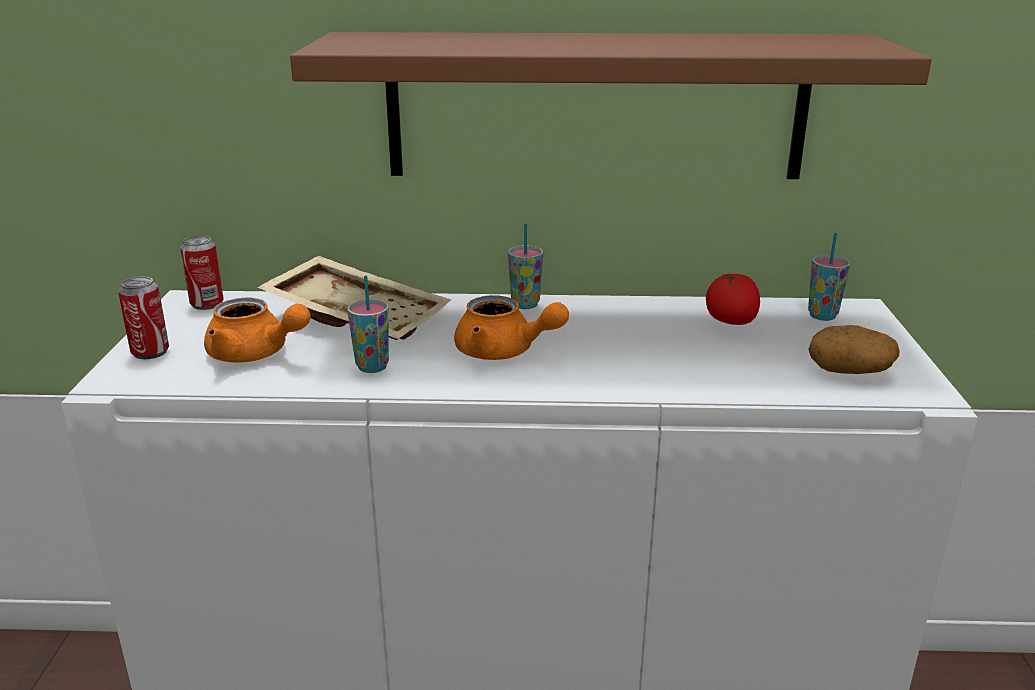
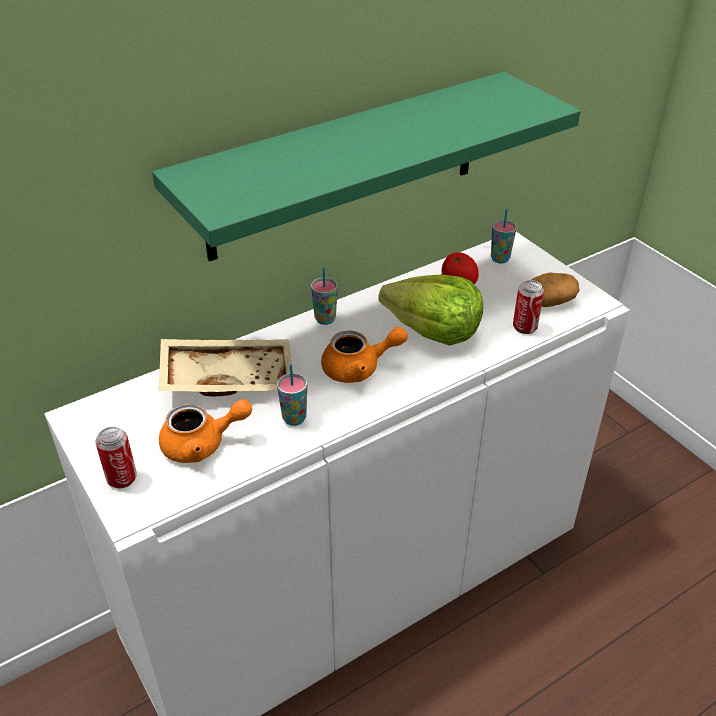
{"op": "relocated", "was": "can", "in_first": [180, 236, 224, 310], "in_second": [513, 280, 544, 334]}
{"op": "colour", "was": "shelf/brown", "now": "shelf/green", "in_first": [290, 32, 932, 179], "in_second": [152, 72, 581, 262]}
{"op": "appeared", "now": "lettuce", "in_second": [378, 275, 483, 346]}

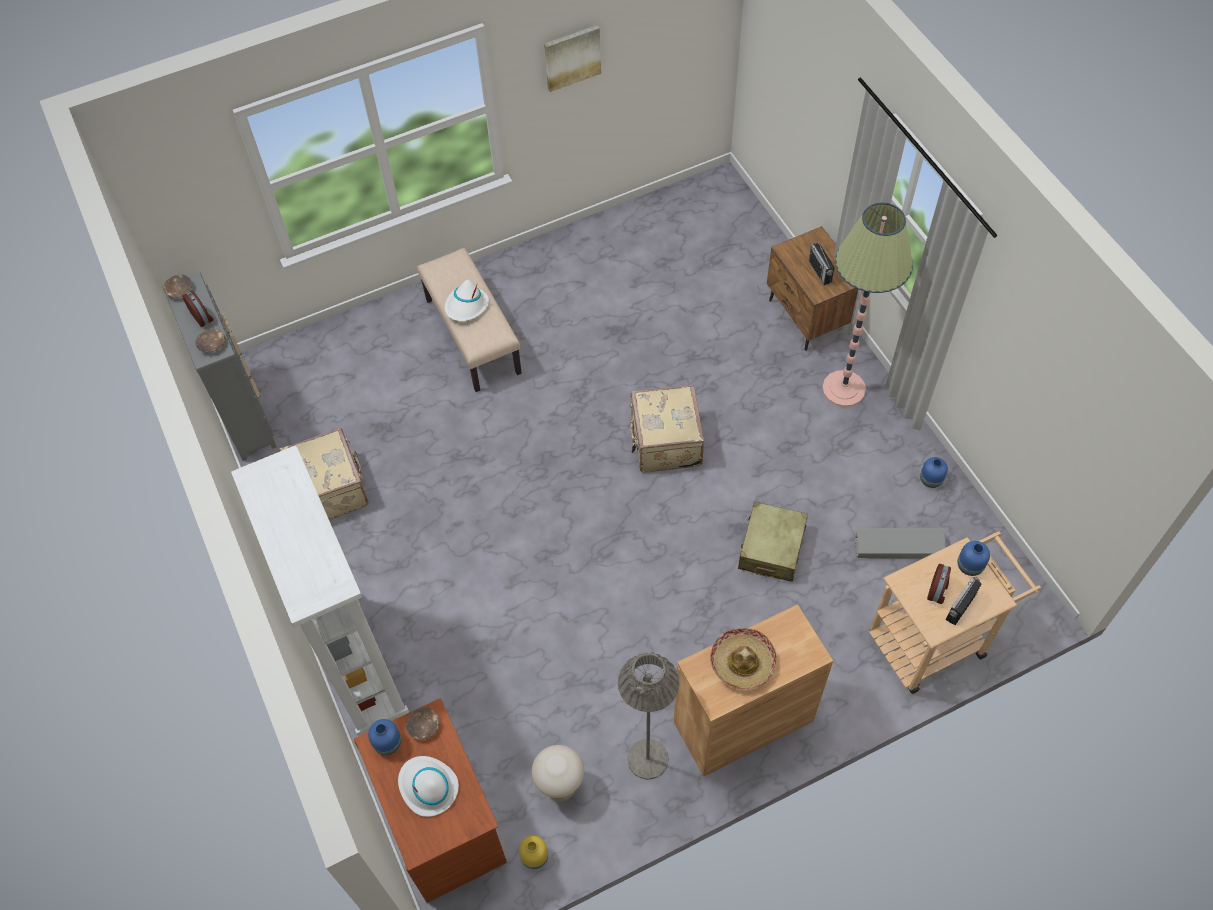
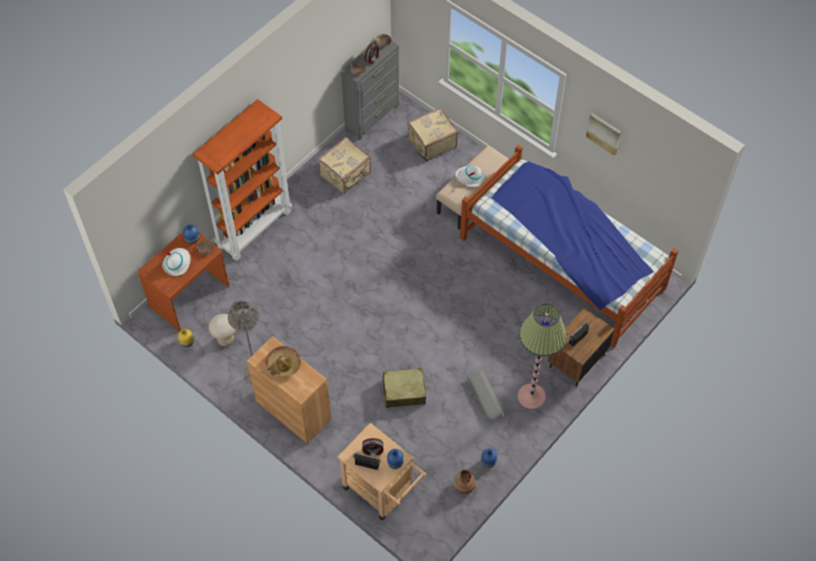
{"op": "colour", "was": "bookcase/white", "now": "bookcase/orange", "in_first": [231, 445, 409, 736], "in_second": [193, 99, 292, 261]}
{"op": "relocated", "was": "suitcase/beige", "in_first": [629, 384, 704, 472], "in_second": [408, 107, 458, 162]}
{"op": "relocated", "was": "storage box/grey", "in_first": [855, 528, 946, 559], "in_second": [467, 370, 504, 422]}
{"op": "appeared", "now": "vase/brown", "in_second": [453, 470, 476, 494]}
{"op": "appeared", "now": "bed", "in_second": [460, 145, 678, 348]}

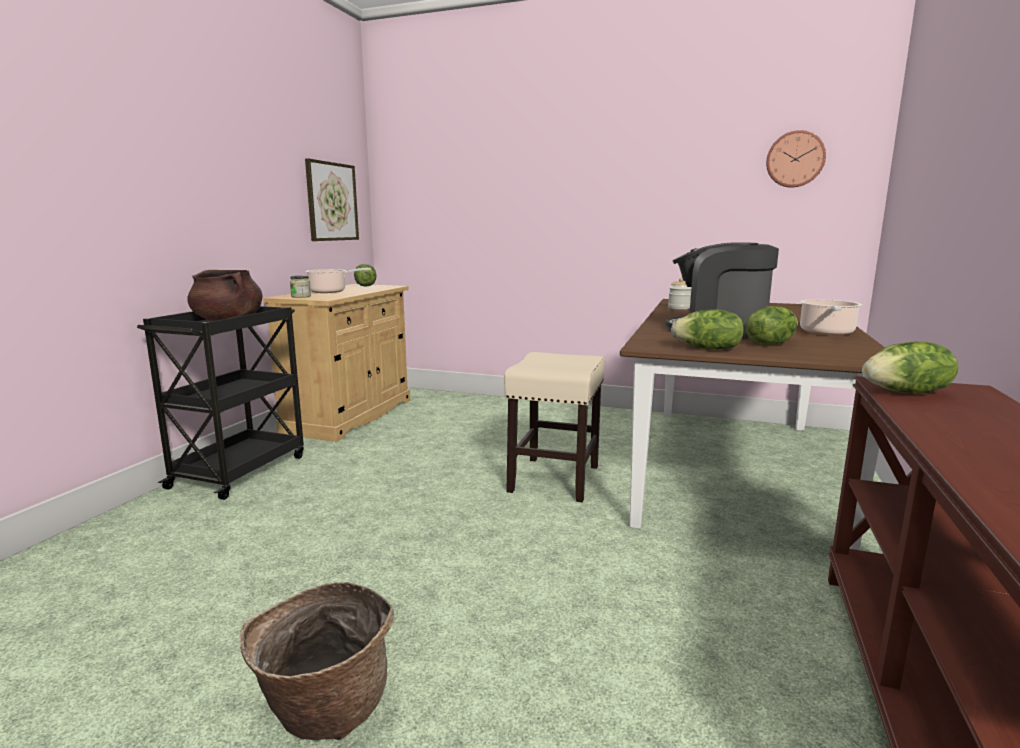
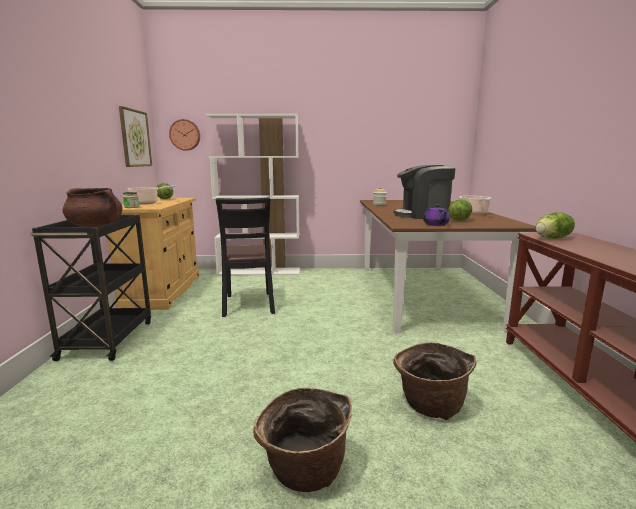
{"op": "missing", "was": "stool/beige", "in_first": [504, 352, 605, 502]}
{"op": "exchanged", "was": "lettuce", "now": "teapot/purple", "in_first": [671, 309, 744, 349], "in_second": [423, 205, 450, 226]}
{"op": "relocated", "was": "wall clock", "in_first": [766, 130, 826, 188], "in_second": [169, 119, 200, 151]}
{"op": "appeared", "now": "bookcase/white", "in_second": [206, 114, 300, 276]}
{"op": "appeared", "now": "chair/black", "in_second": [216, 197, 275, 317]}
{"op": "appeared", "now": "basket", "in_second": [393, 343, 477, 420]}

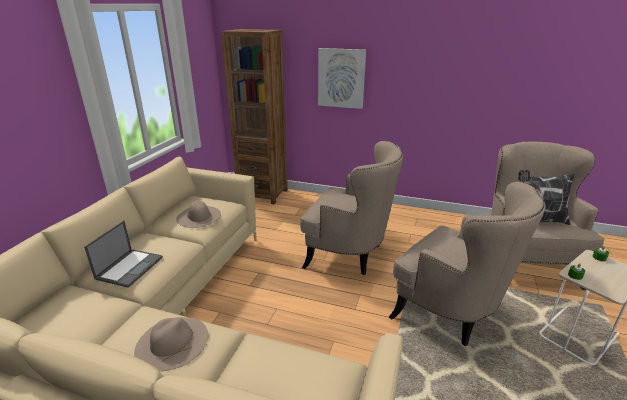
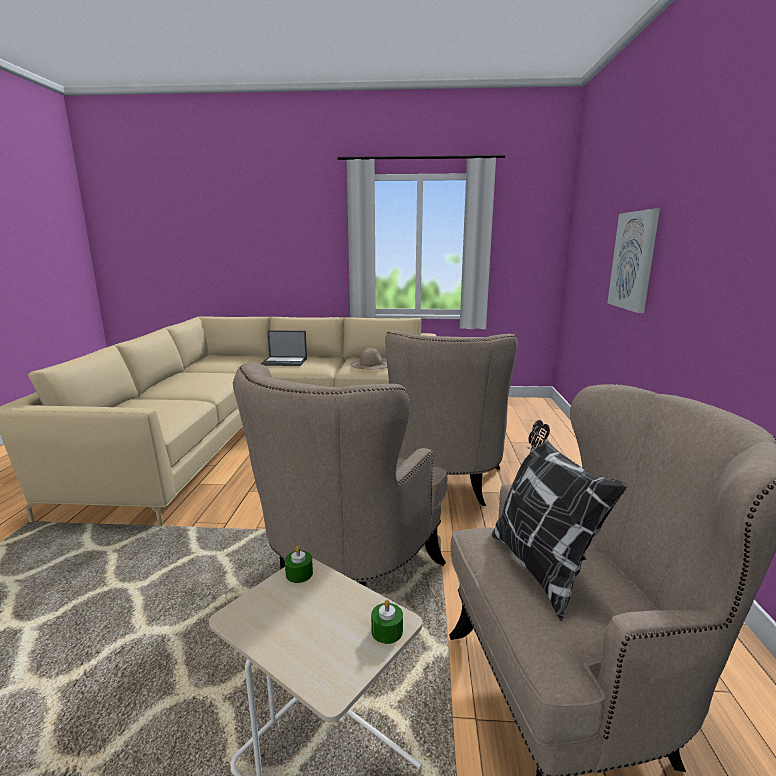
{"op": "missing", "was": "hat/beige", "in_first": [134, 317, 208, 371]}
{"op": "missing", "was": "bookcase/brown", "in_first": [221, 29, 288, 204]}

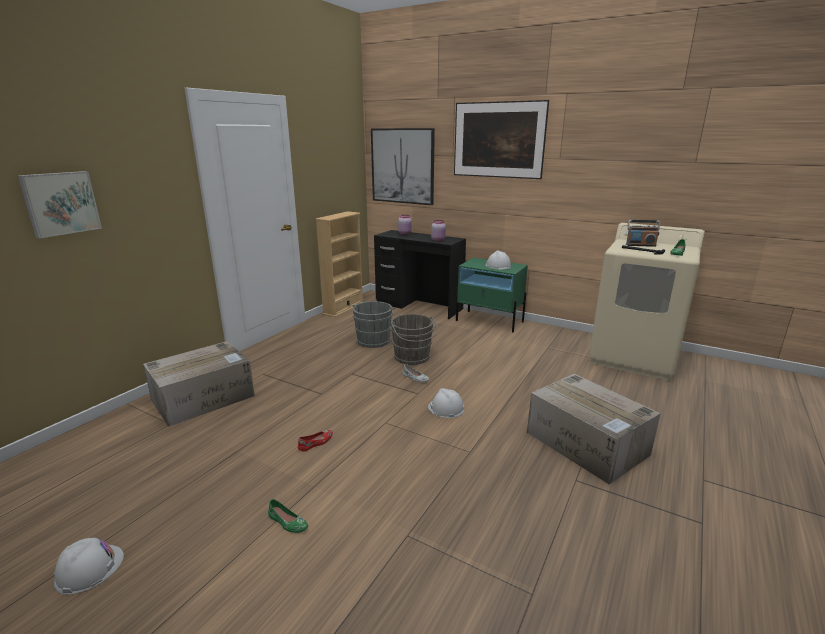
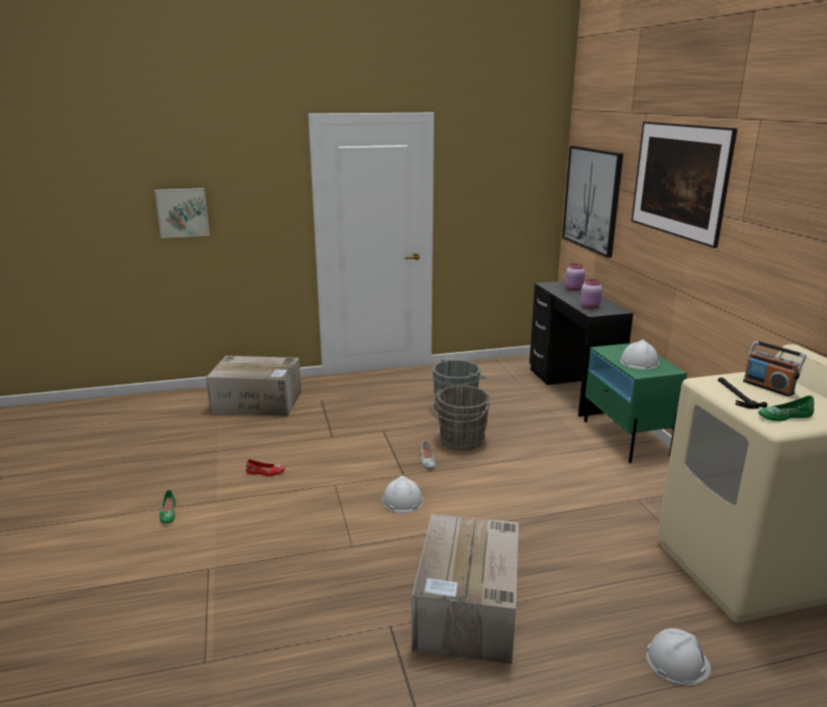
{"op": "relocated", "was": "hard hat/white", "in_first": [54, 538, 124, 595], "in_second": [646, 628, 711, 685]}
{"op": "missing", "was": "bookcase/beige", "in_first": [315, 211, 363, 317]}

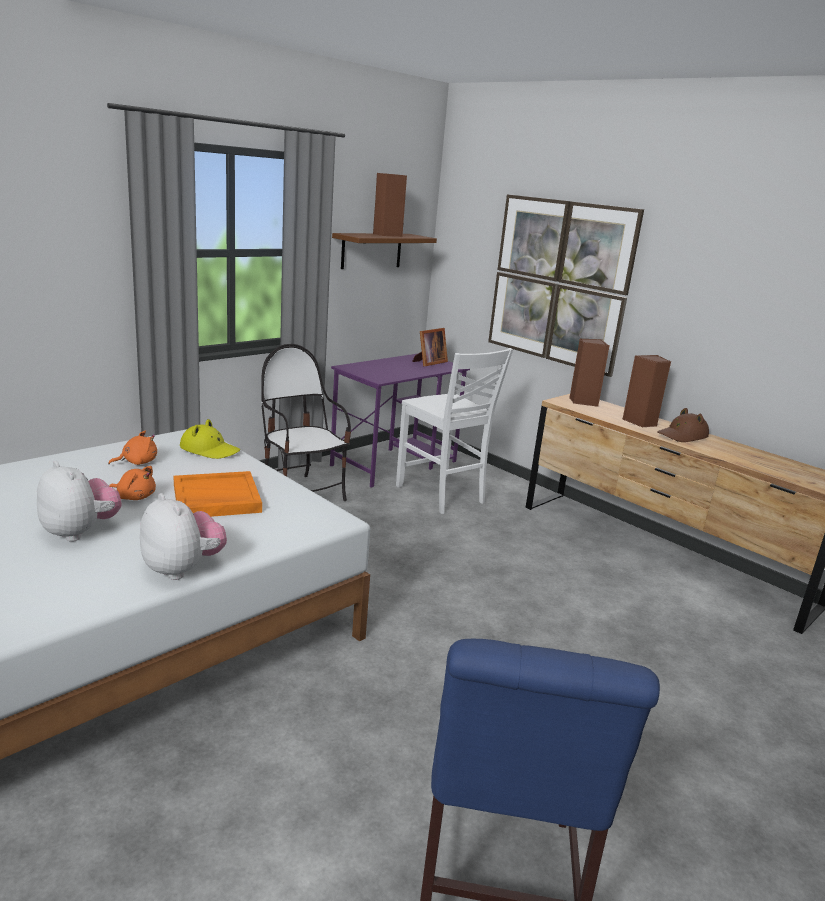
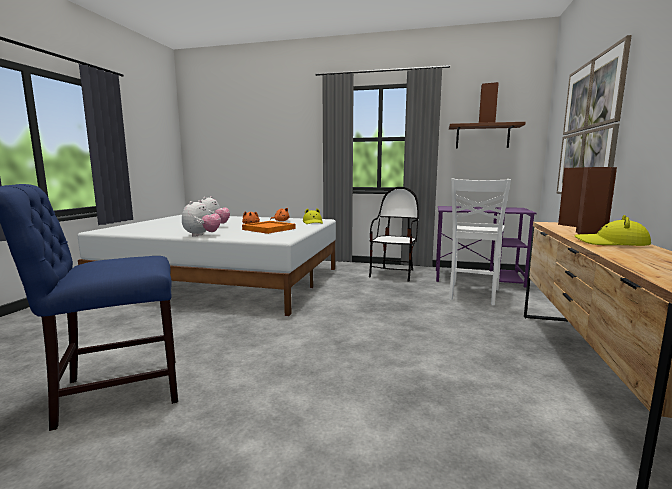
{"op": "missing", "was": "picture frame", "in_first": [412, 328, 448, 366]}
{"op": "colour", "was": "hat/brown", "now": "hat/yellow", "in_first": [657, 408, 709, 442], "in_second": [574, 215, 651, 246]}

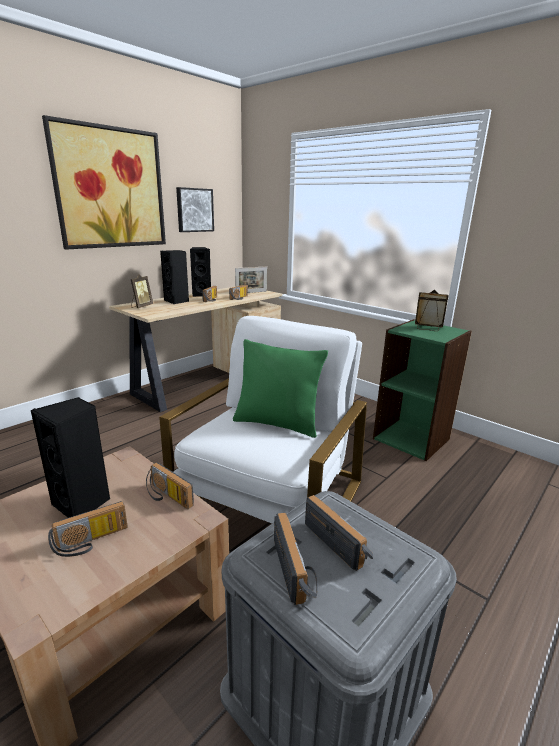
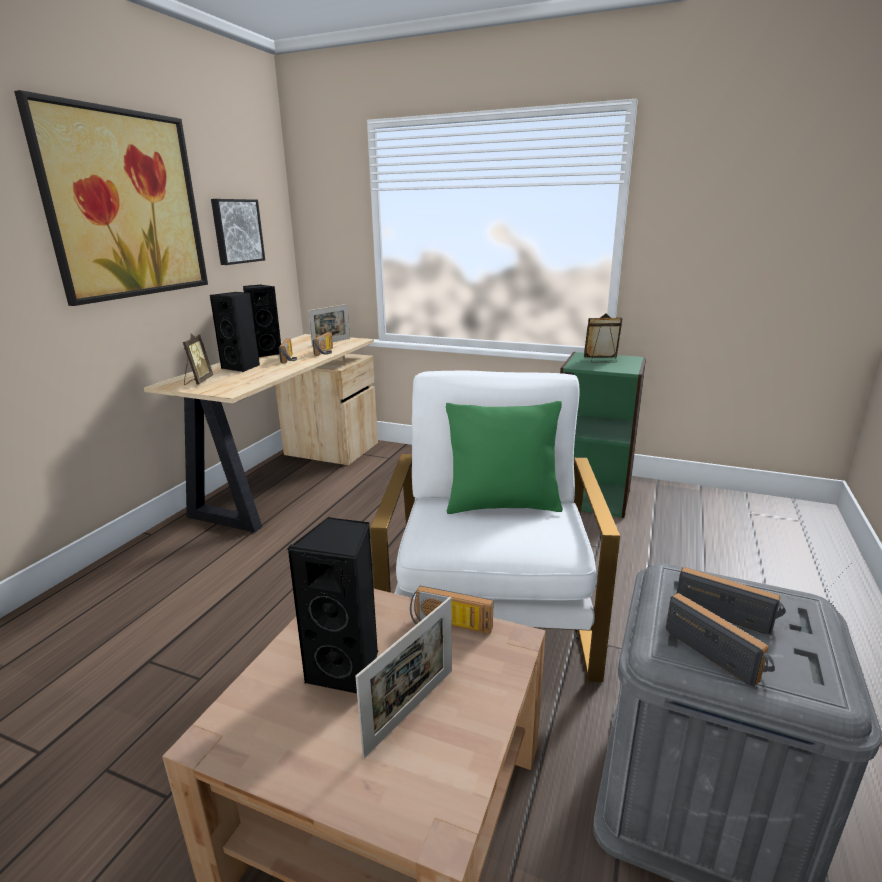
{"op": "exchanged", "was": "radio", "now": "picture frame", "in_first": [48, 501, 128, 557], "in_second": [355, 597, 452, 758]}

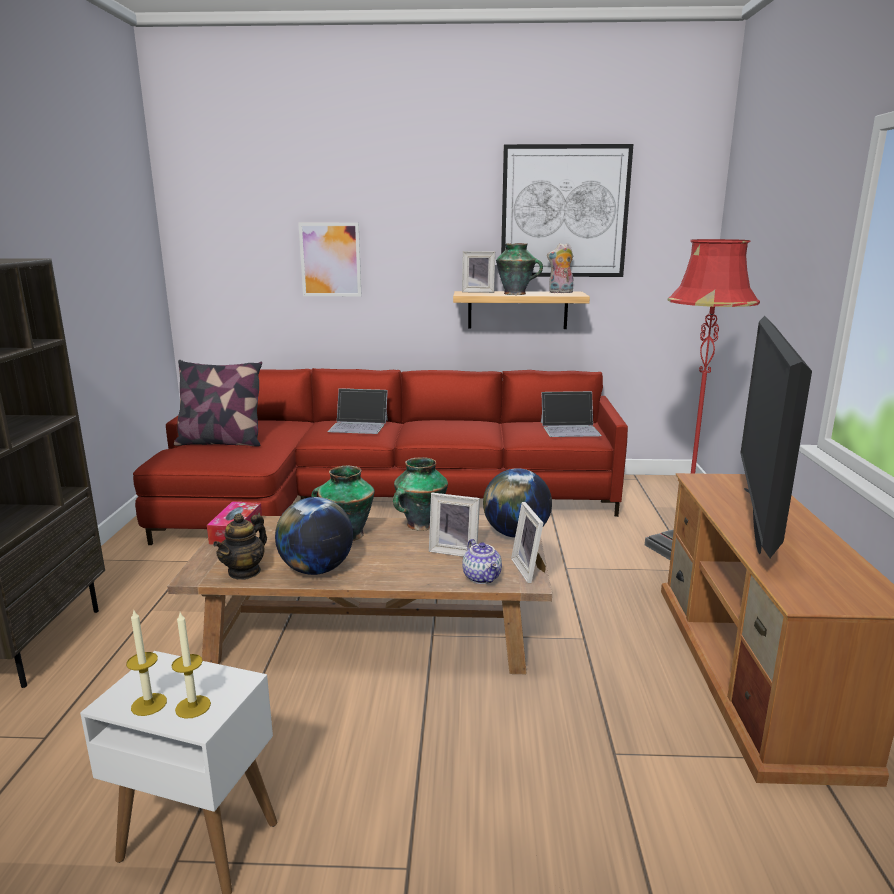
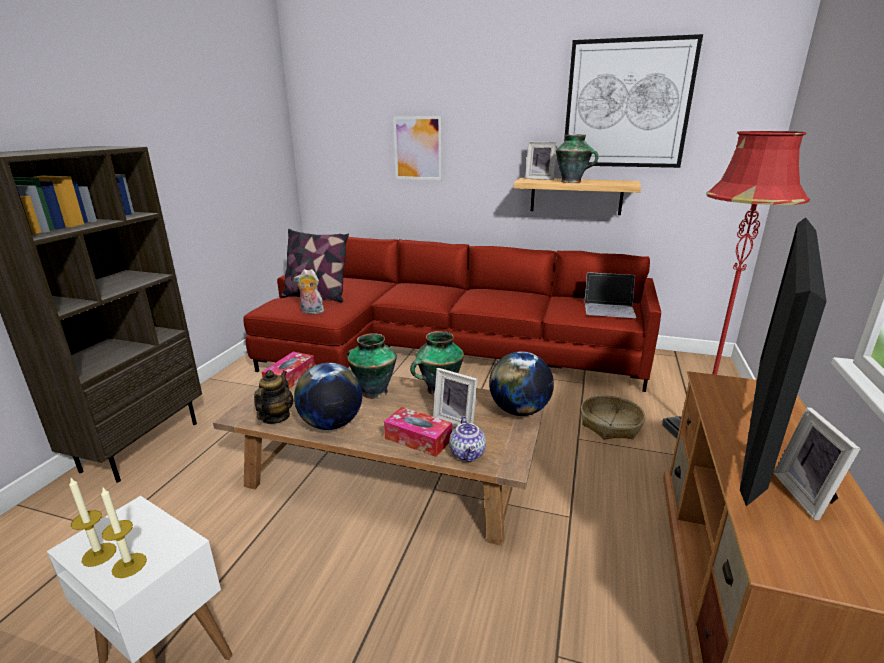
{"op": "spun", "was": "teapot", "in_first": [213, 513, 267, 580], "in_second": [254, 370, 294, 424], "clockwise": 150}
{"op": "missing", "was": "laptop", "in_first": [327, 388, 388, 434]}
{"op": "relocated", "was": "picture frame", "in_first": [511, 502, 546, 584], "in_second": [774, 407, 860, 521]}
{"op": "relocated", "was": "plush toy", "in_first": [547, 243, 573, 293], "in_second": [294, 269, 324, 314]}
{"op": "appeared", "now": "tissue box", "in_second": [384, 407, 452, 457]}
{"op": "appeared", "now": "basket", "in_second": [581, 395, 646, 439]}

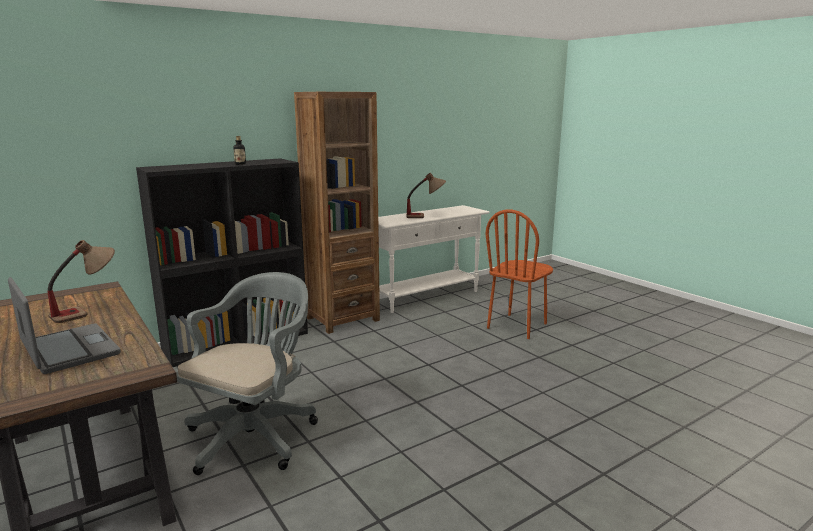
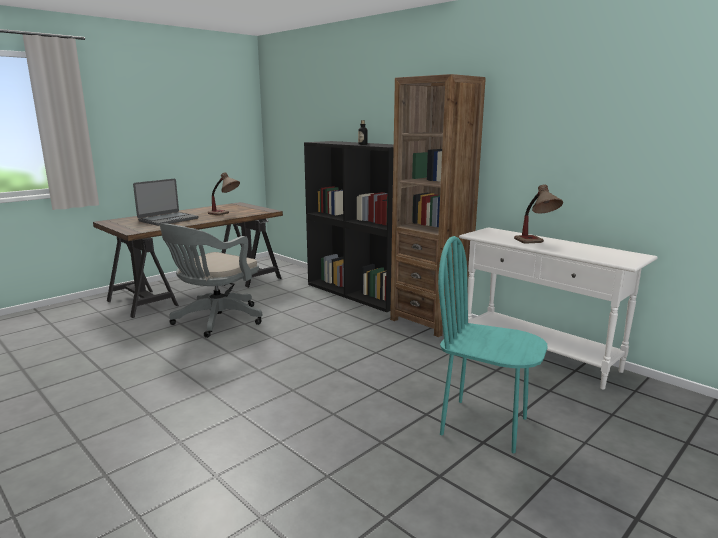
{"op": "spun", "was": "office chair/grey", "in_first": [176, 272, 318, 475], "in_second": [160, 223, 262, 338], "clockwise": 105}
{"op": "colour", "was": "chair/brown", "now": "chair/turquoise", "in_first": [485, 210, 553, 339], "in_second": [438, 236, 547, 453]}

